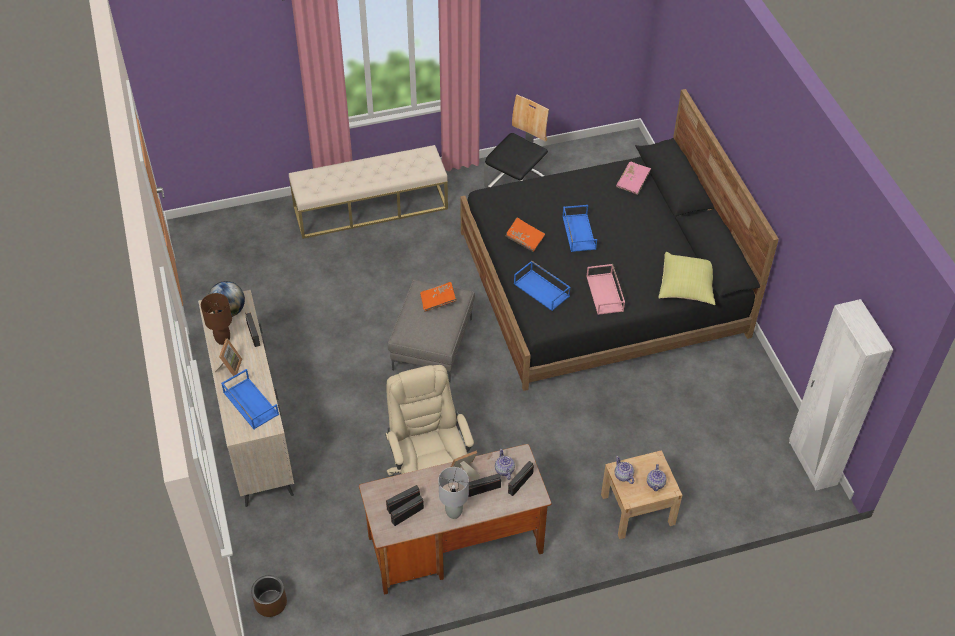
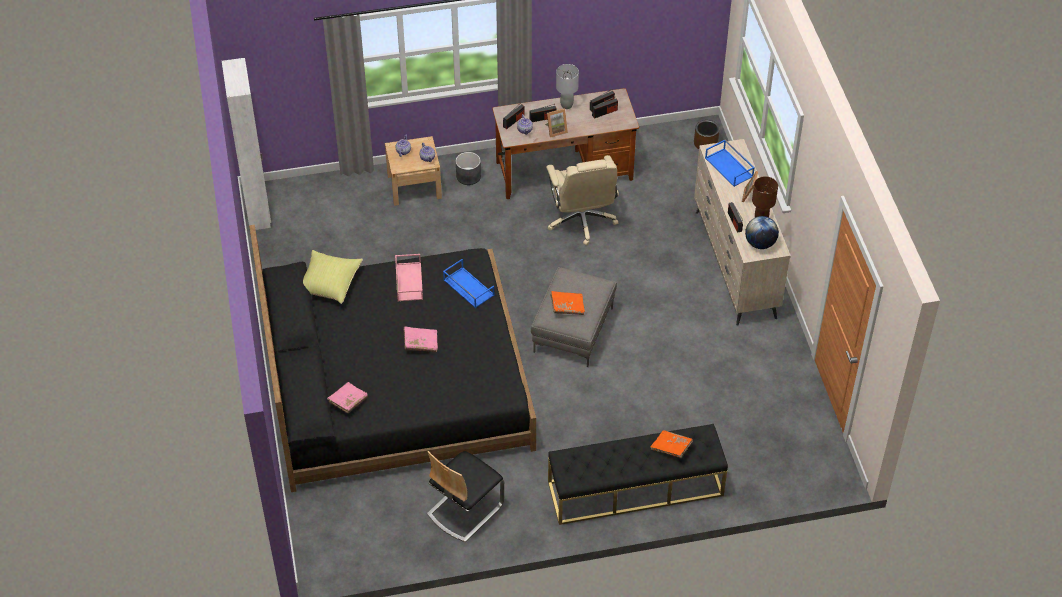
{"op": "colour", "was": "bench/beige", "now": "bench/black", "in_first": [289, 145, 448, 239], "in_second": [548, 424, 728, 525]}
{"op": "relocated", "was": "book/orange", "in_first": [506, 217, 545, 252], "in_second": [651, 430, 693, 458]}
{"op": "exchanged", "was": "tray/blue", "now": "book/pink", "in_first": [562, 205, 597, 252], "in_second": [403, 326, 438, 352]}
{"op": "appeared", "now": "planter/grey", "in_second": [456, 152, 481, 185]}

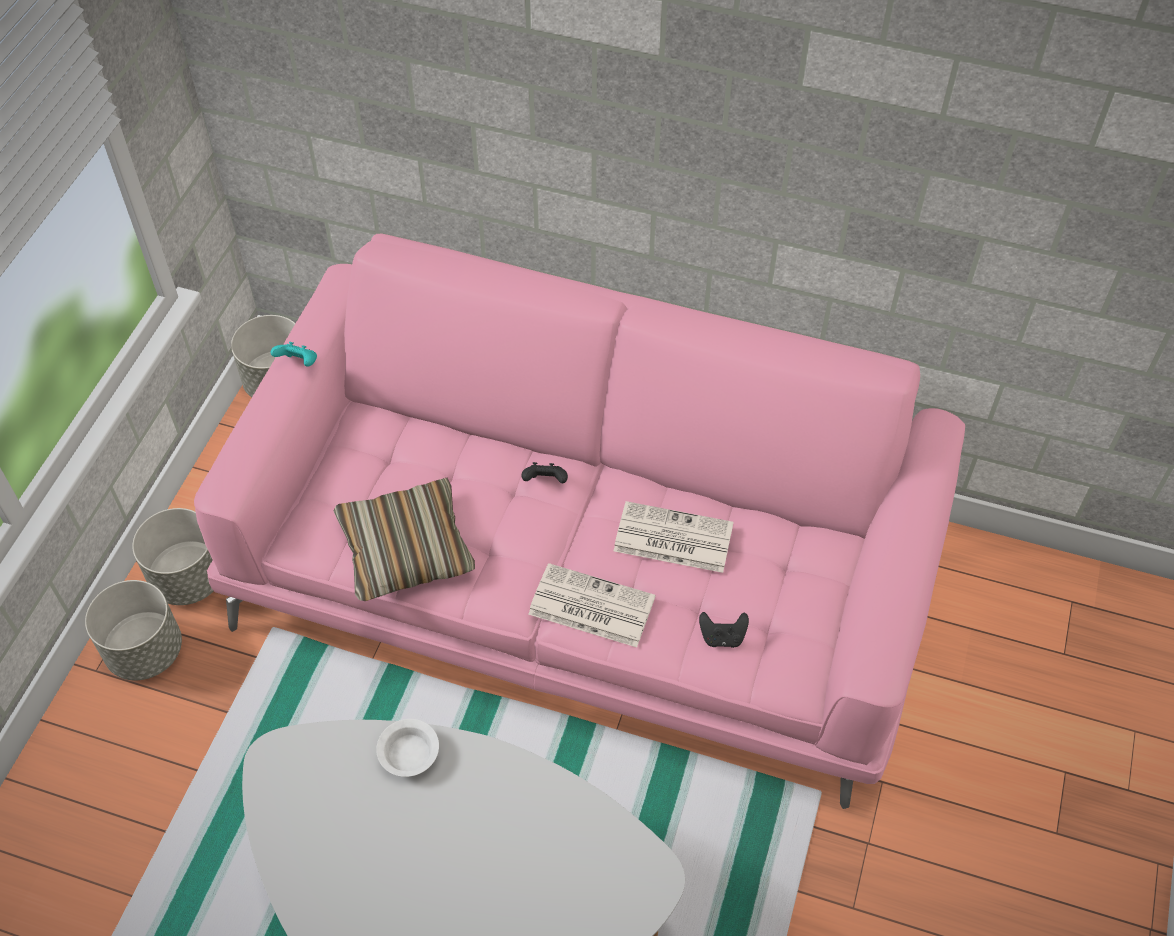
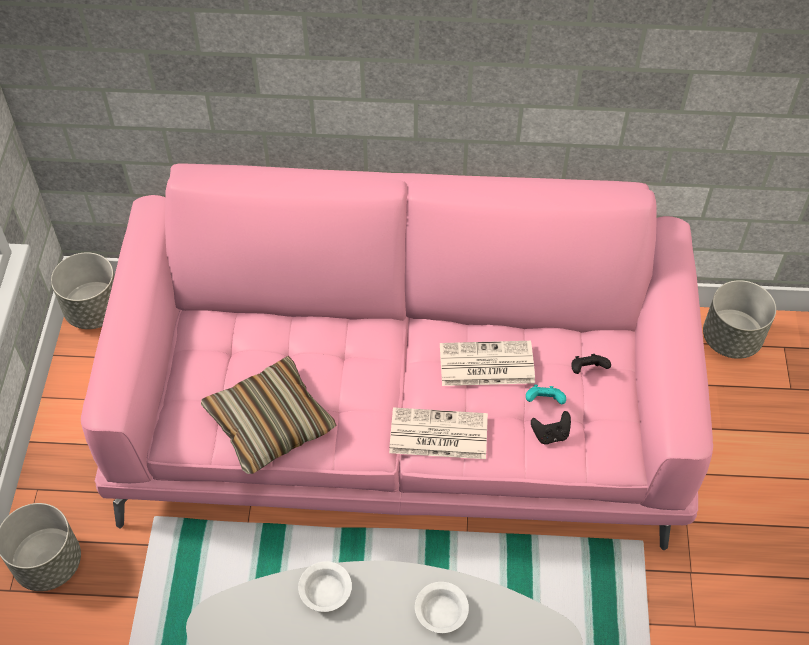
{"op": "relocated", "was": "planter/grey", "in_first": [132, 508, 213, 605], "in_second": [703, 280, 776, 359]}
{"op": "relocated", "was": "game controller/turquoise", "in_first": [271, 342, 317, 367], "in_second": [526, 385, 566, 404]}
{"op": "relocated", "was": "game controller/black", "in_first": [522, 462, 568, 484], "in_second": [571, 354, 611, 374]}
{"op": "appeared", "now": "bowl/white", "in_second": [415, 582, 469, 633]}

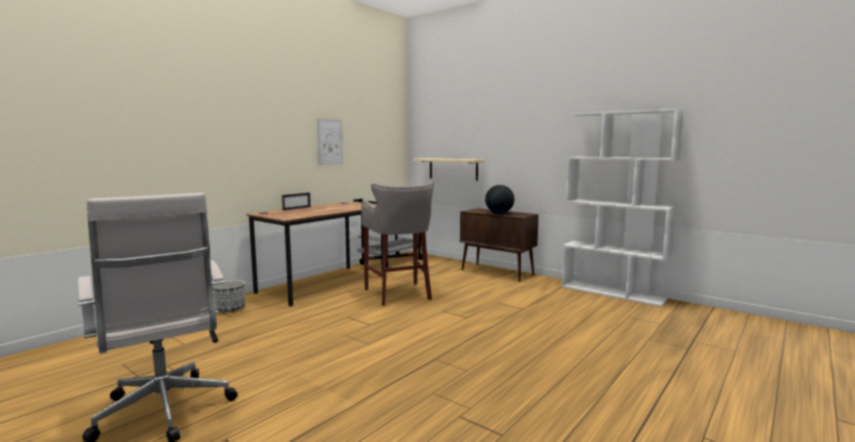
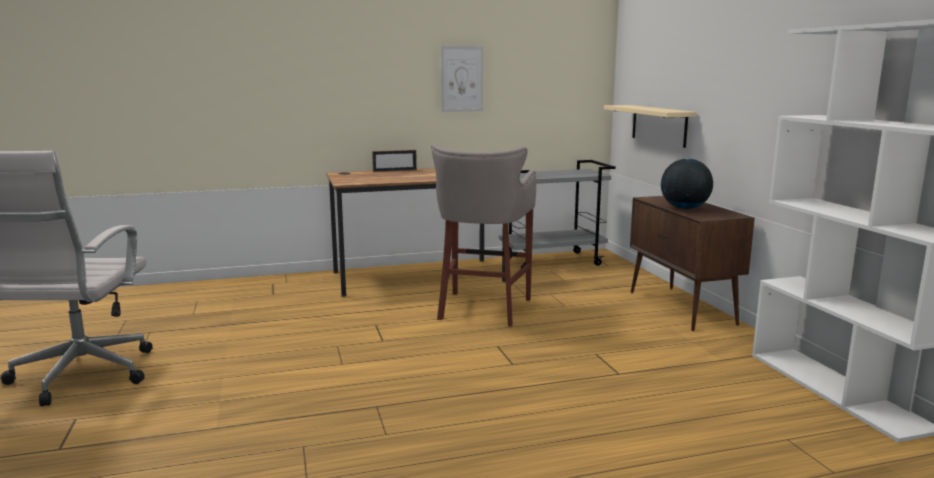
{"op": "missing", "was": "planter", "in_first": [213, 280, 245, 312]}

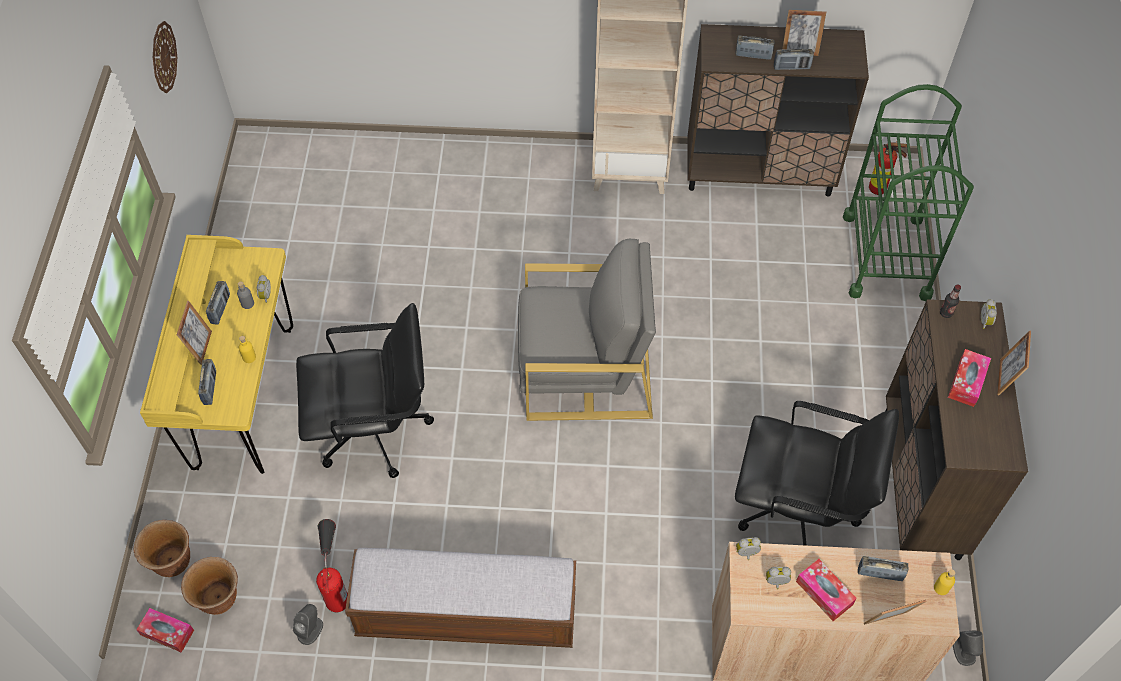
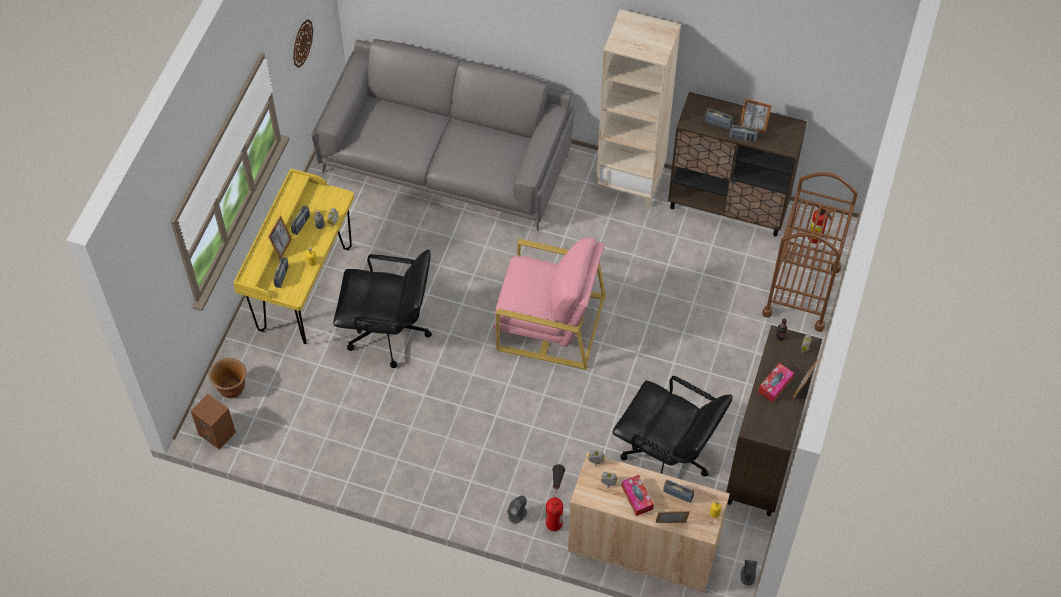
{"op": "exchanged", "was": "tissue box", "now": "speaker/brown", "in_first": [136, 608, 194, 653], "in_second": [191, 394, 236, 450]}
{"op": "missing", "was": "planter/brown", "in_first": [181, 557, 238, 615]}
{"op": "relocated", "was": "speaker/grey", "in_first": [293, 604, 323, 645], "in_second": [507, 495, 527, 524]}
{"op": "relocated", "was": "fire extinguisher", "in_first": [316, 519, 348, 612], "in_second": [546, 464, 565, 531]}
{"op": "missing", "was": "bench", "in_first": [345, 548, 576, 648]}
{"op": "colour", "was": "armchair/grey", "now": "armchair/pink", "in_first": [518, 239, 656, 421], "in_second": [493, 237, 606, 370]}
{"op": "colour", "was": "cart/green", "now": "cart/brown", "in_first": [843, 84, 974, 301], "in_second": [762, 172, 858, 332]}
{"op": "appeared", "now": "sofa/grey", "in_second": [311, 39, 575, 231]}

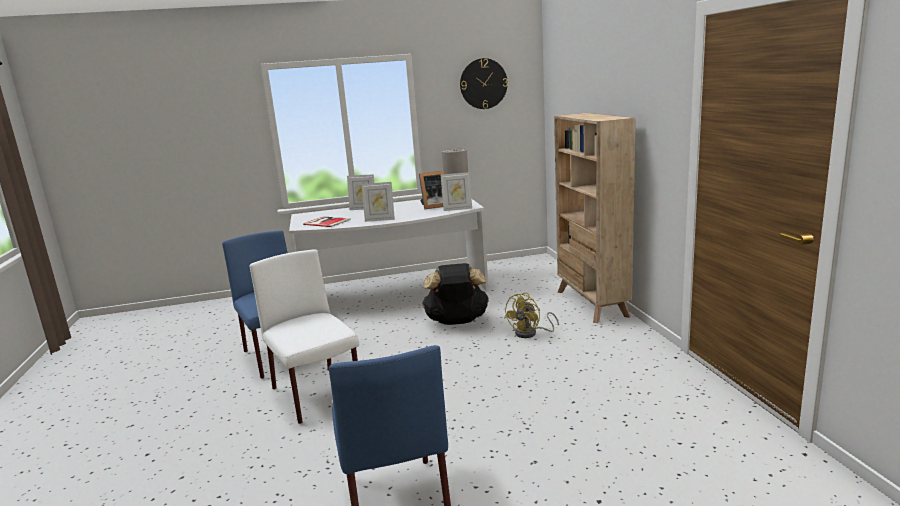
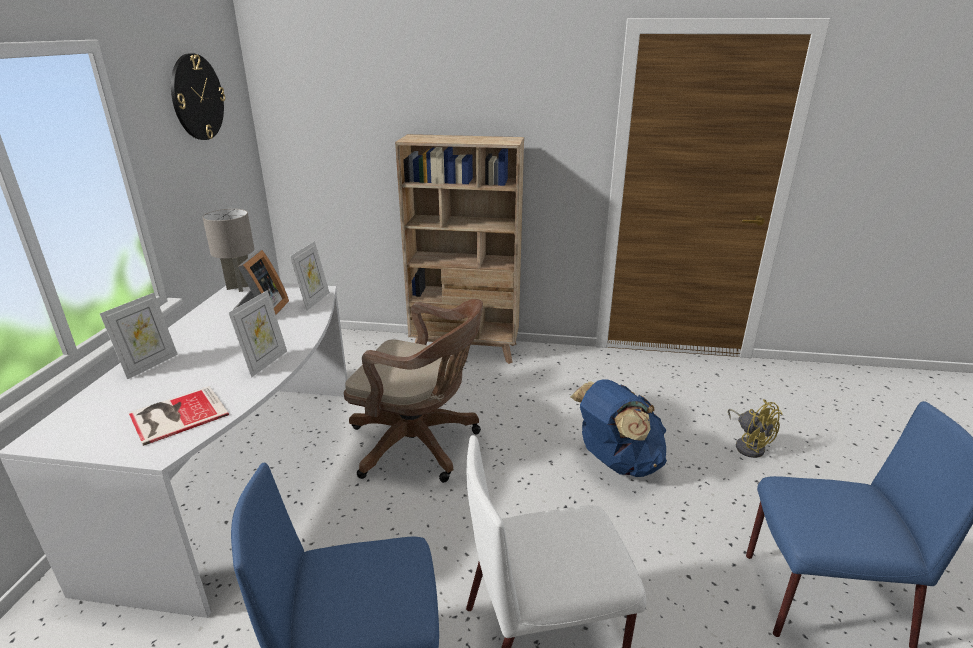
{"op": "exchanged", "was": "backpack/black", "now": "office chair/brown", "in_first": [422, 263, 489, 325], "in_second": [344, 299, 483, 482]}
{"op": "relocated", "was": "fan/yellow", "in_first": [504, 293, 559, 338], "in_second": [728, 399, 782, 458]}
{"op": "appeared", "now": "backpack/blue", "in_second": [570, 379, 667, 477]}

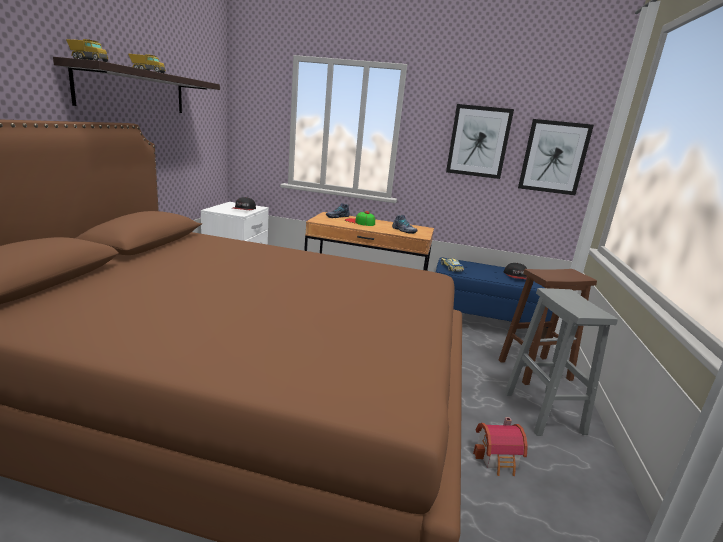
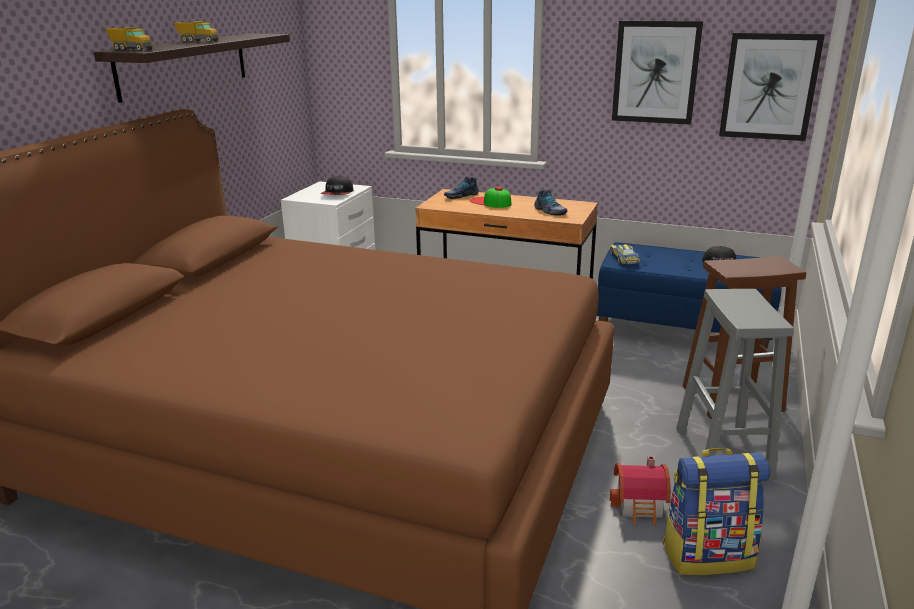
{"op": "appeared", "now": "backpack", "in_second": [663, 448, 770, 575]}

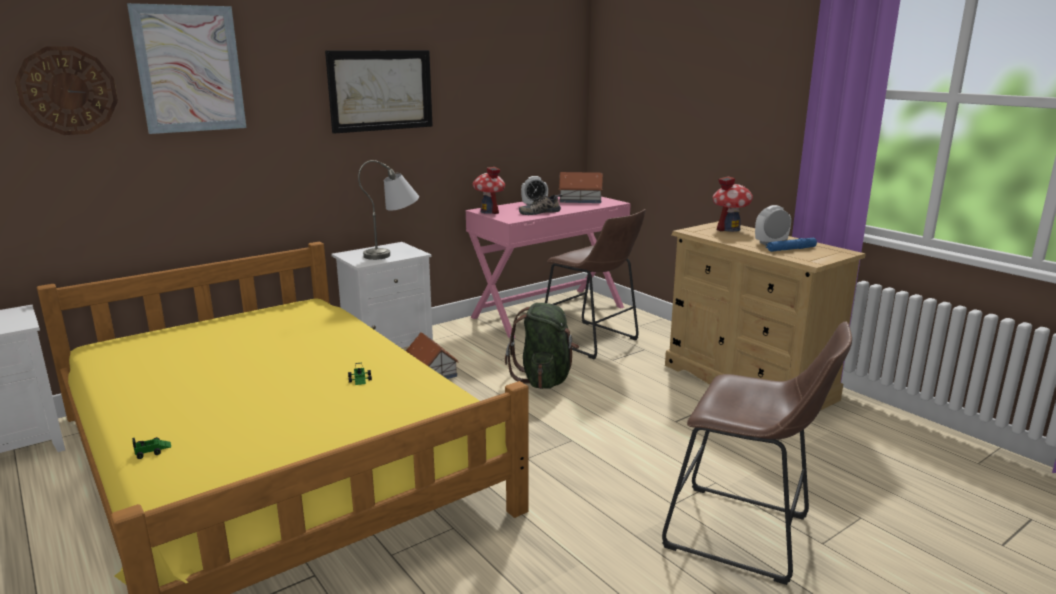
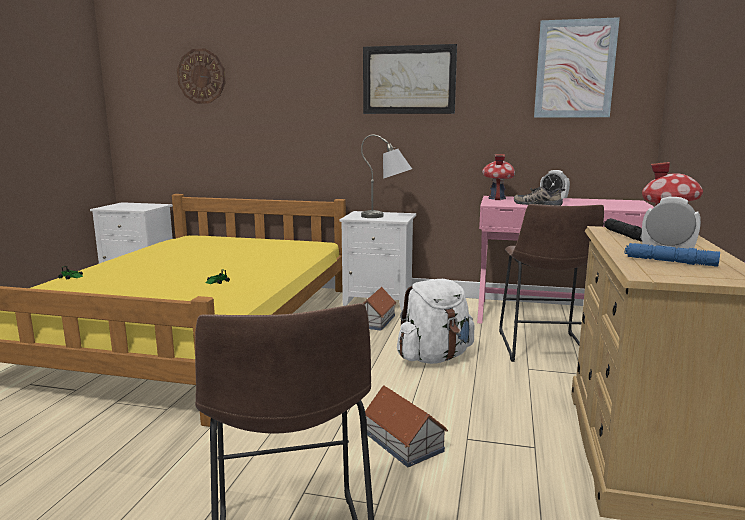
{"op": "relocated", "was": "picture", "in_first": [127, 3, 247, 134], "in_second": [534, 17, 620, 117]}
{"op": "colour", "was": "backpack/green", "now": "backpack/white", "in_first": [505, 303, 579, 389], "in_second": [397, 279, 474, 364]}
{"op": "relocated", "was": "toy house", "in_first": [558, 172, 603, 203], "in_second": [365, 385, 448, 467]}
{"op": "appeared", "now": "flashlight/black", "in_second": [603, 218, 642, 242]}

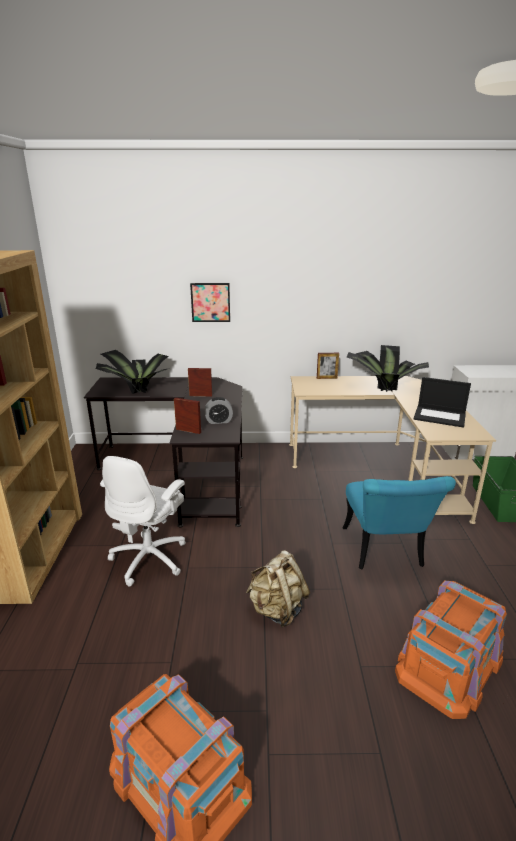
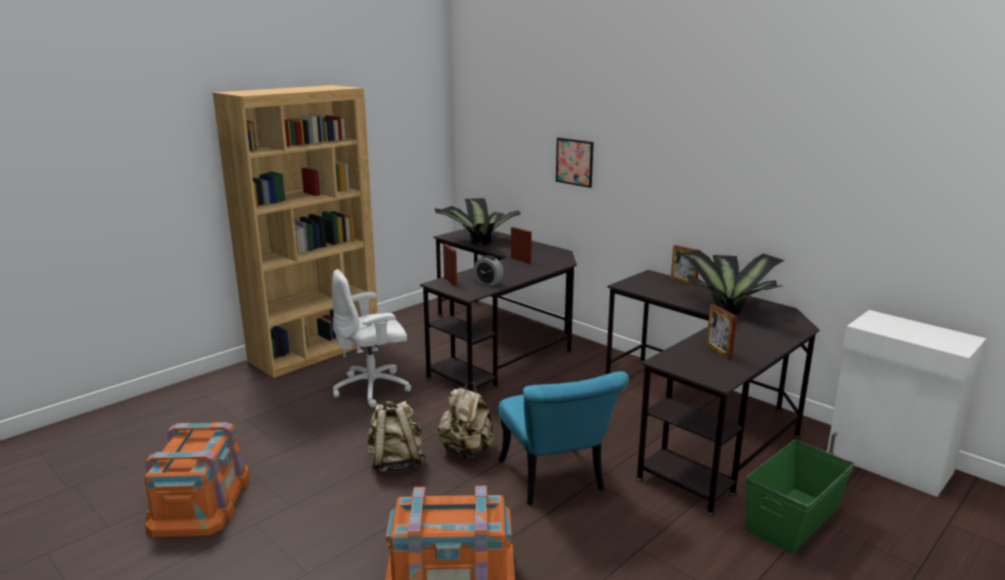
{"op": "colour", "was": "desk/beige", "now": "desk/black", "in_first": [289, 376, 496, 524], "in_second": [606, 270, 820, 516]}
{"op": "spun", "was": "chair/turquoise", "in_first": [342, 476, 456, 569], "in_second": [499, 371, 629, 505], "clockwise": -60}
{"op": "exchanged", "was": "laptop", "now": "picture frame", "in_first": [414, 377, 471, 428], "in_second": [706, 304, 737, 360]}
{"op": "appeared", "now": "backpack/beige", "in_second": [438, 382, 493, 459]}

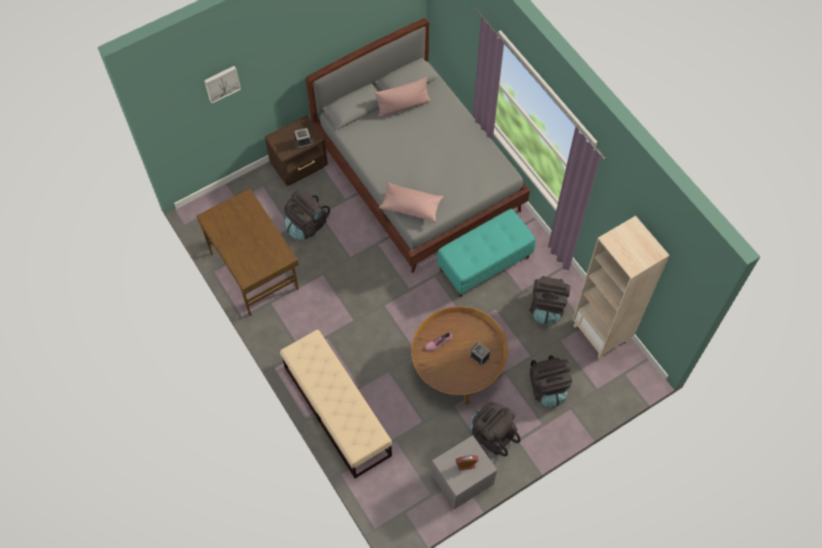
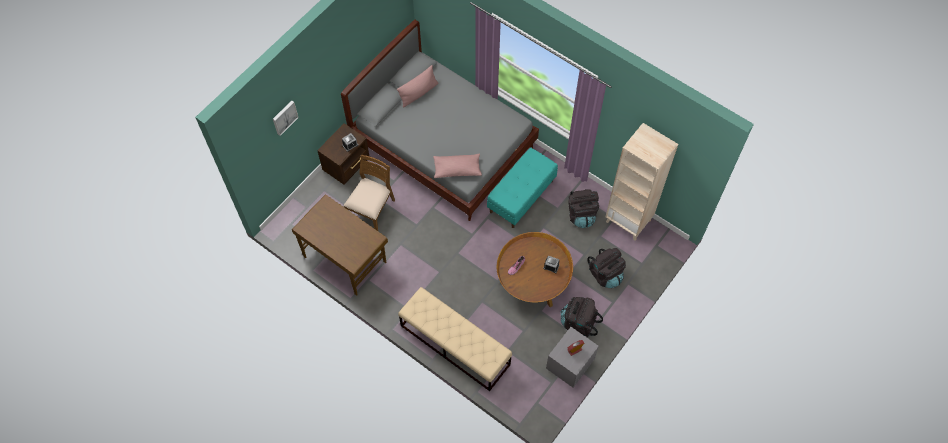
{"op": "exchanged", "was": "backpack/black", "now": "chair/brown", "in_first": [284, 191, 330, 240], "in_second": [343, 154, 395, 231]}

